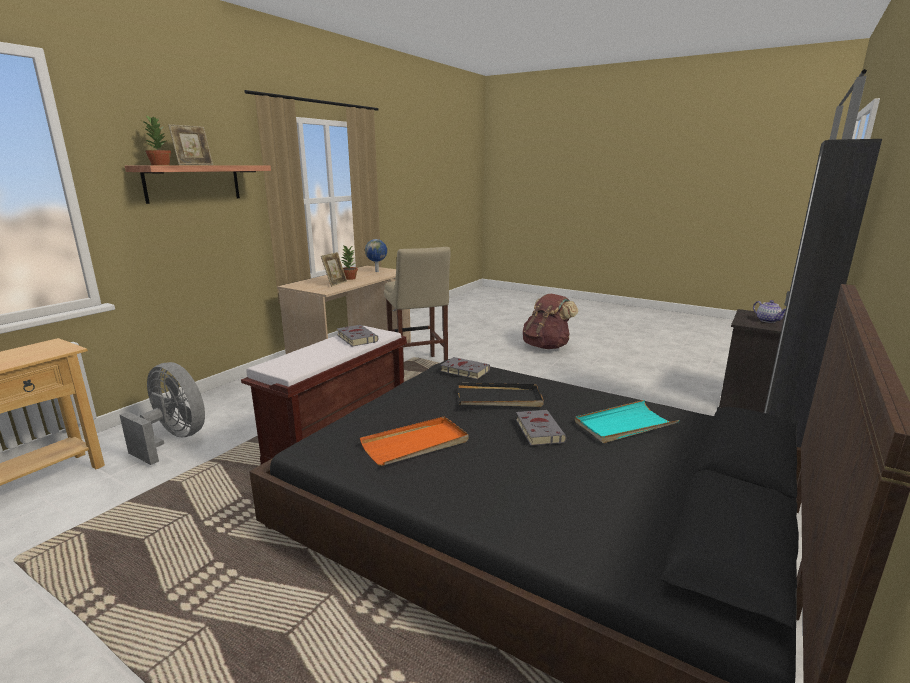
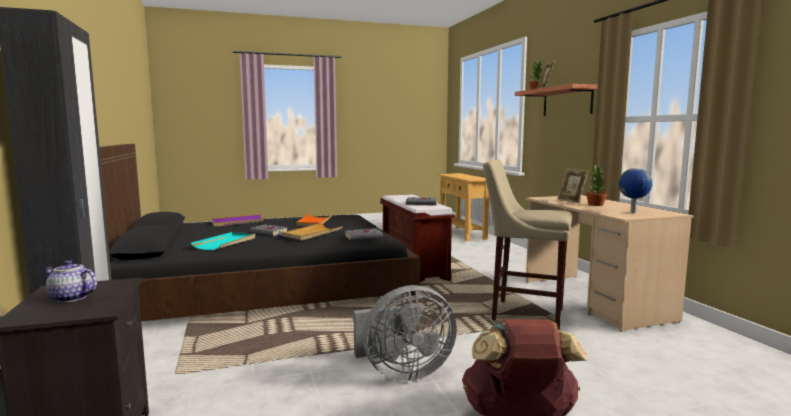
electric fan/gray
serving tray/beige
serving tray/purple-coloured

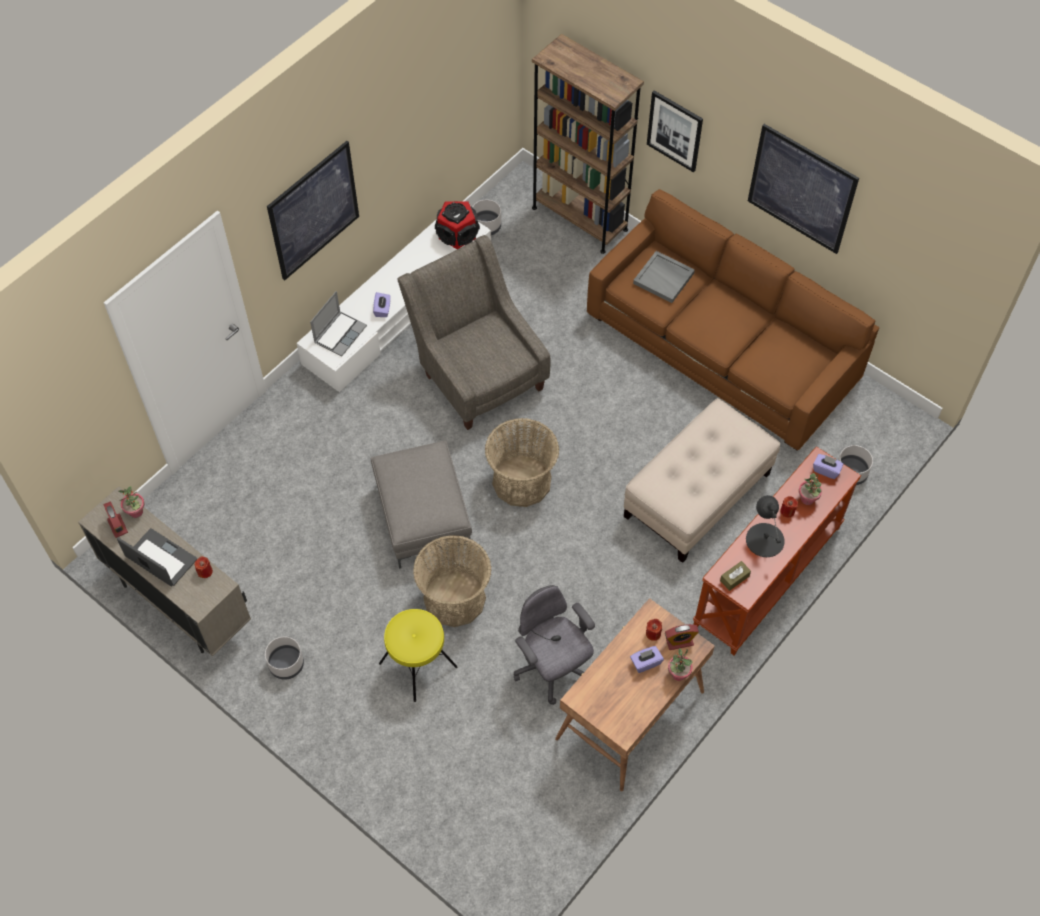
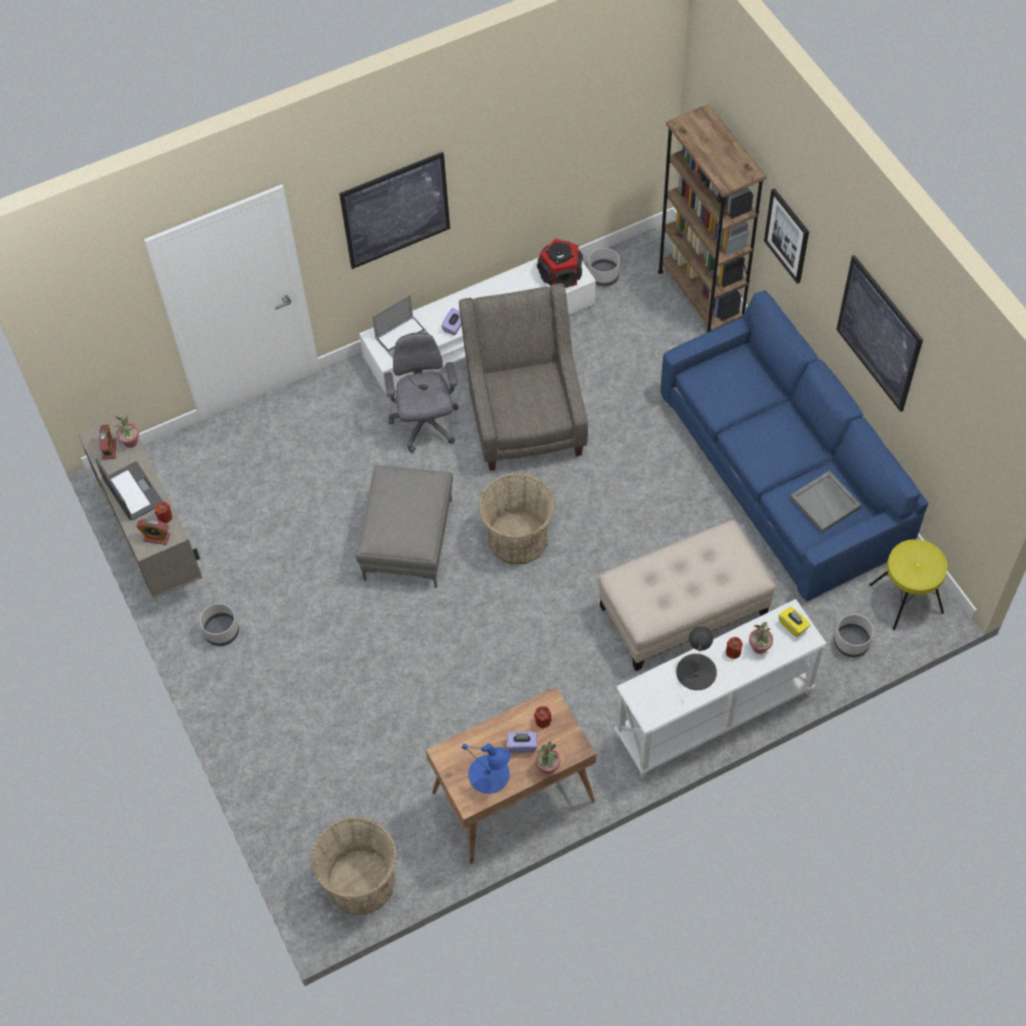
sofa/bluish
serving tray/gray
narrow table/white-coloured
tissue box/yellowish
household basket (1st from left)
tissue box/brownish
computer chair/gray
stool seat/yellowish
bedside clock (2nd from left)
tabletop lamp/bluish

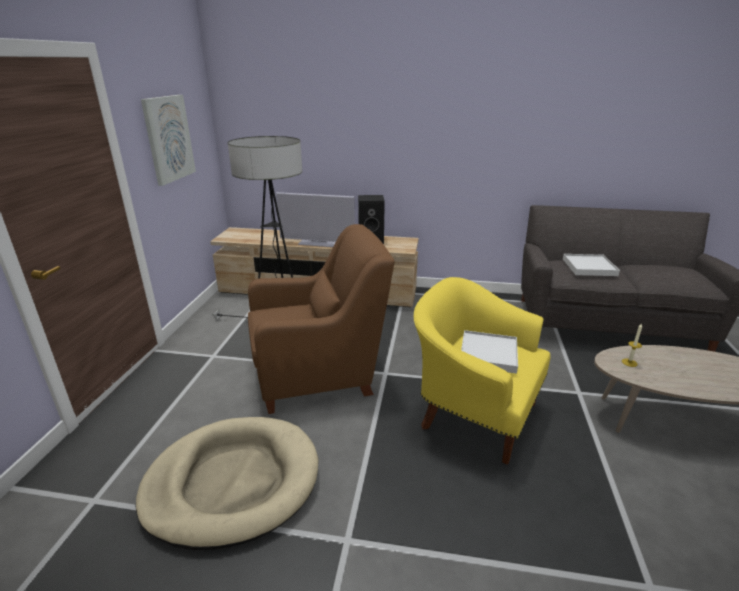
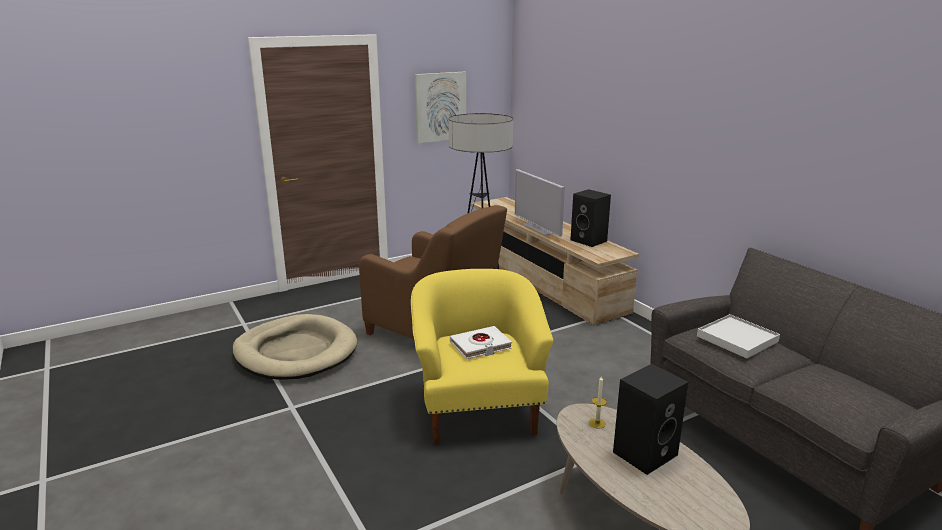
bound book/white-coloured
speaker/blackish (2nd from left)

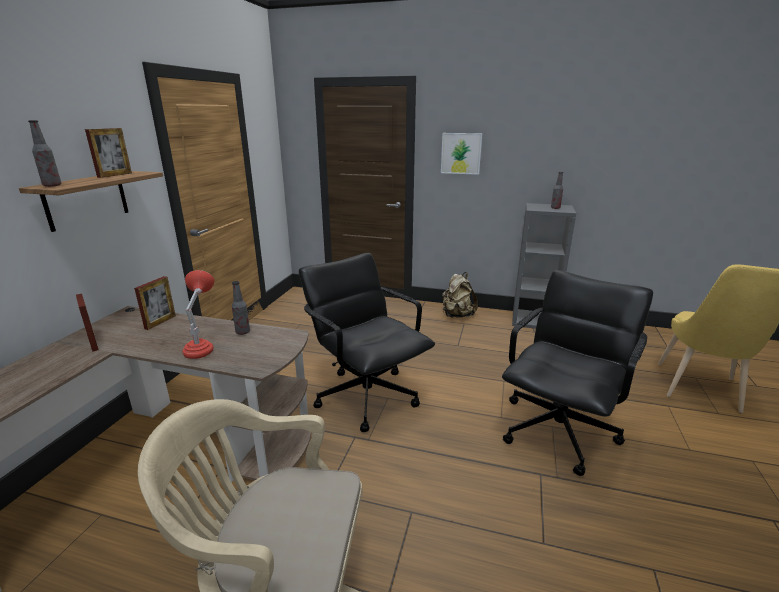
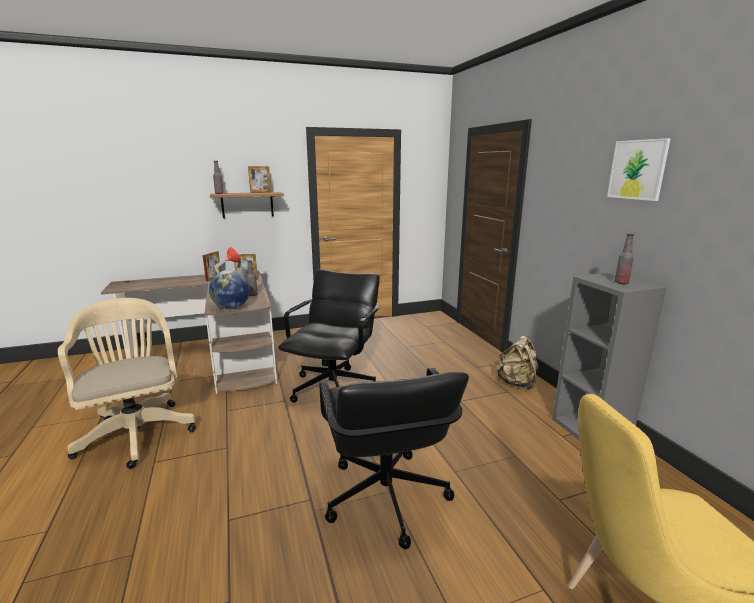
wall picture
computer chair/blackish (2nd from left)
desk globe

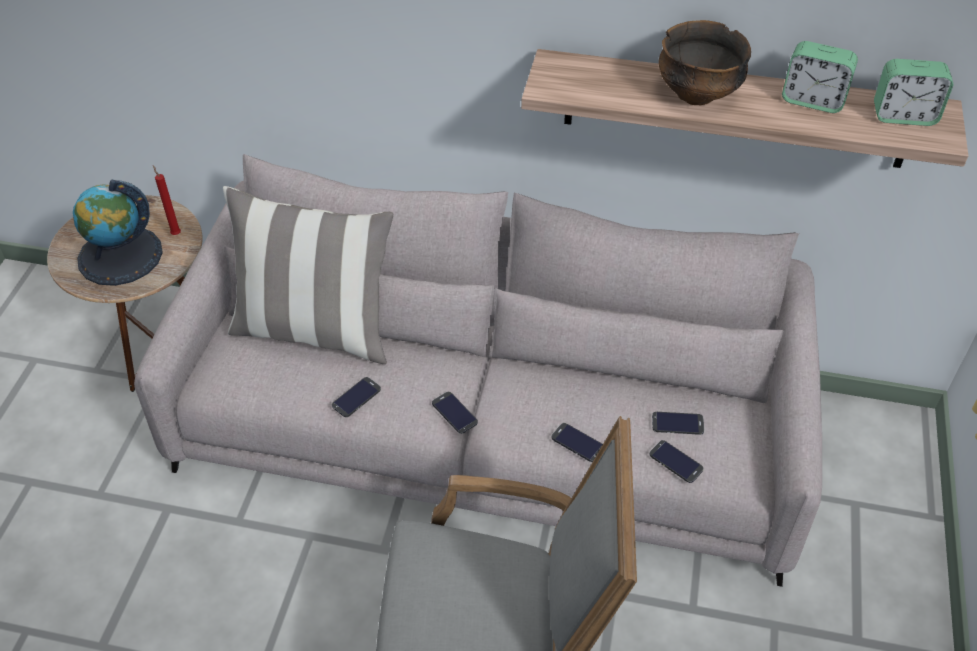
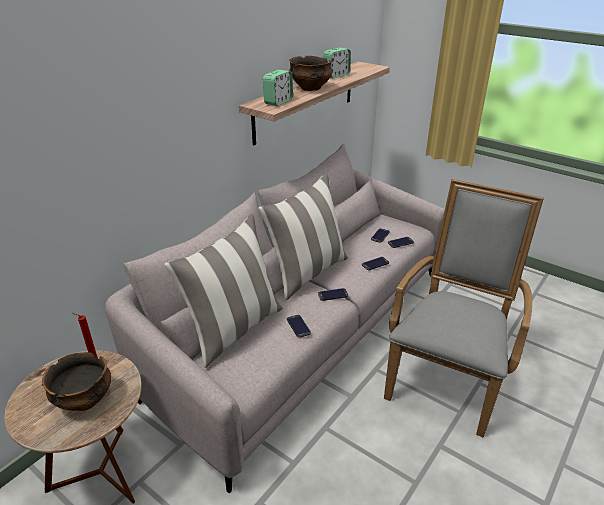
bedside clock (1st from left)
bowl (1st from left)
throw pillow (2nd from left)

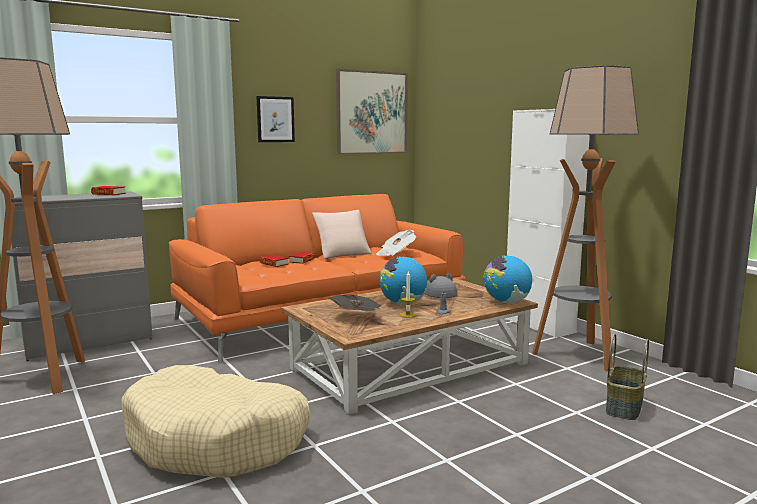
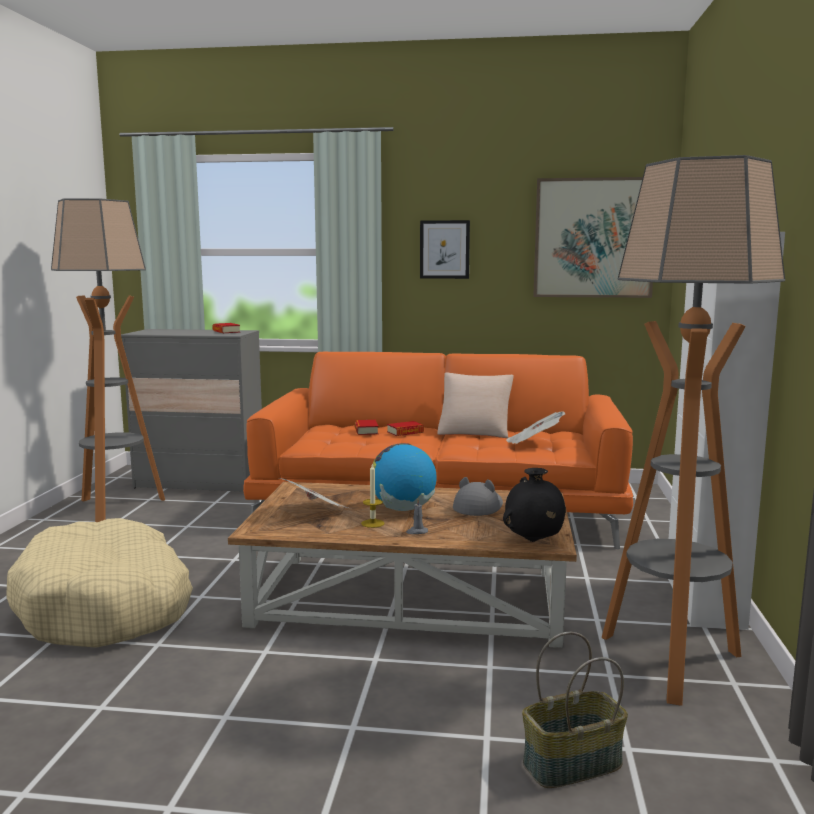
vase/blackish

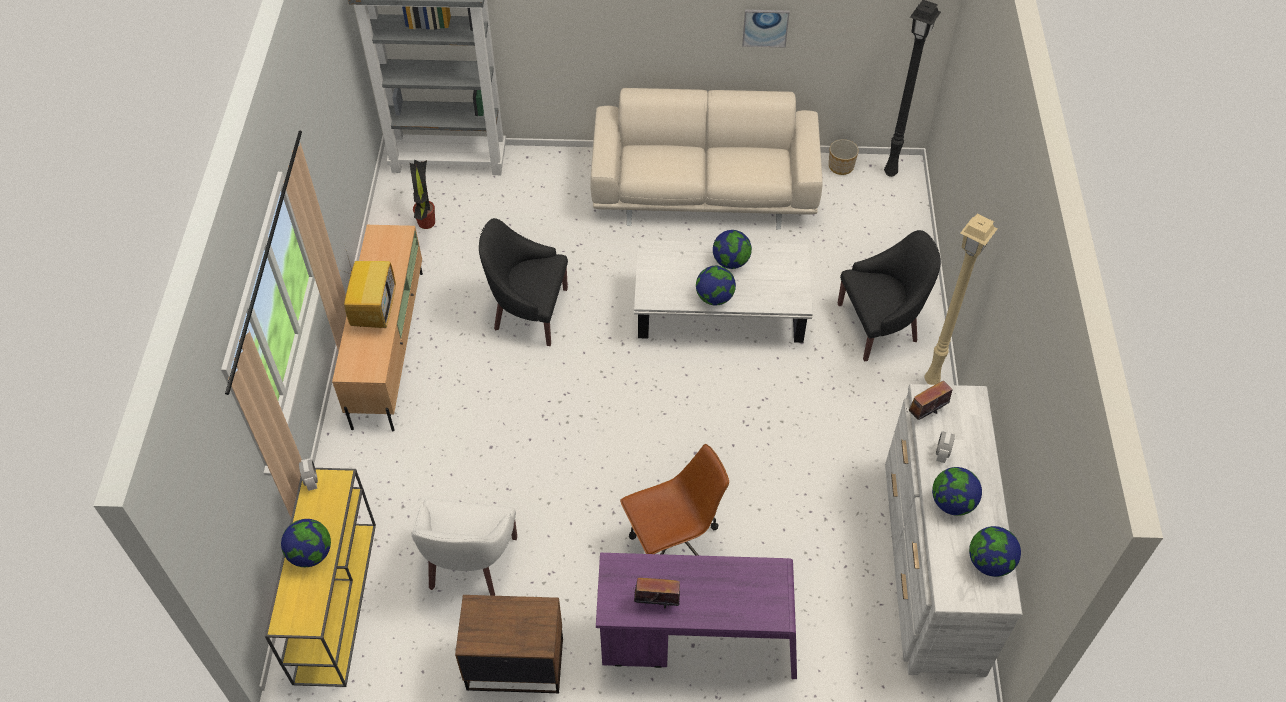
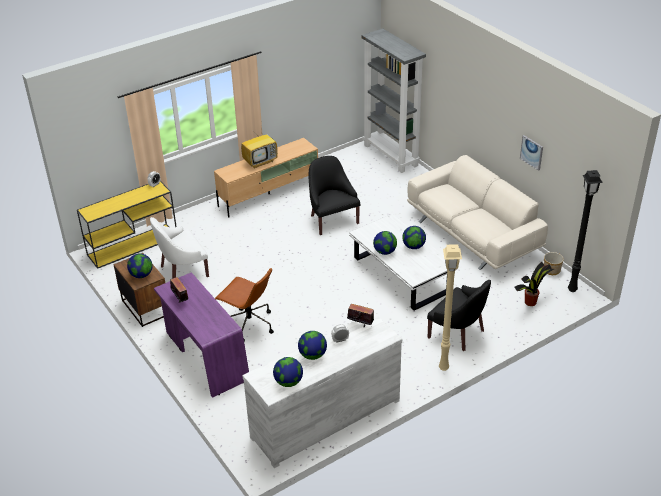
houseplant
desk globe (1st from left)

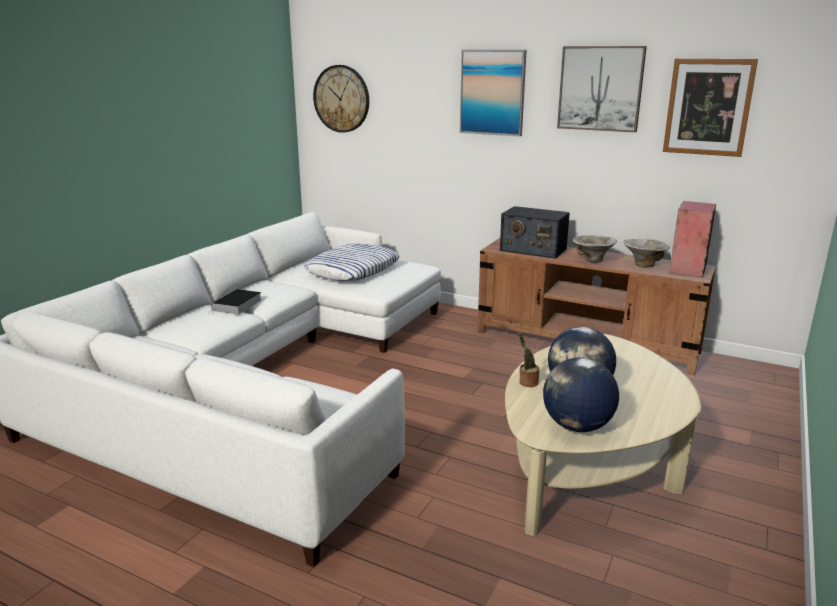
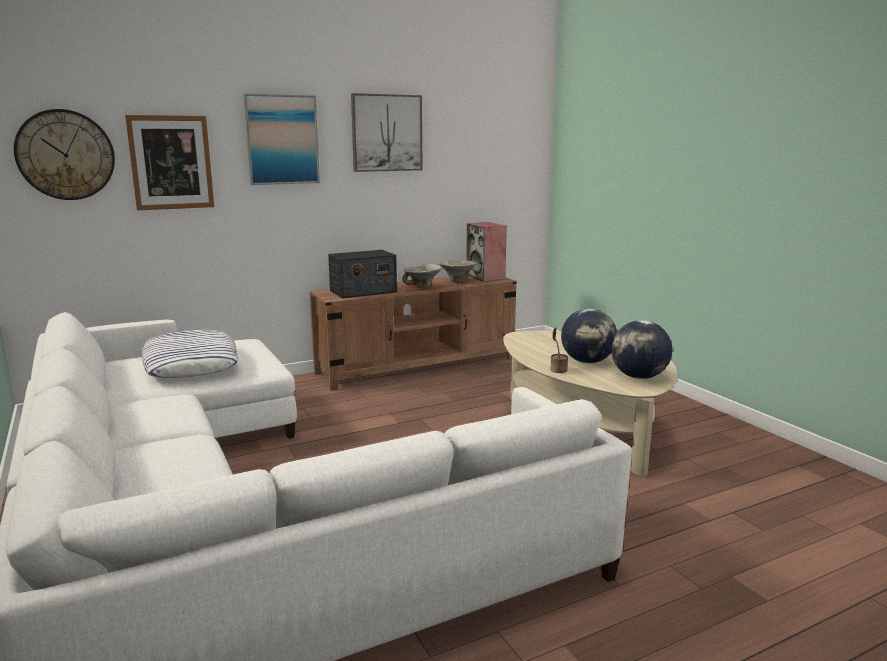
wall picture (1st from left)
bound book

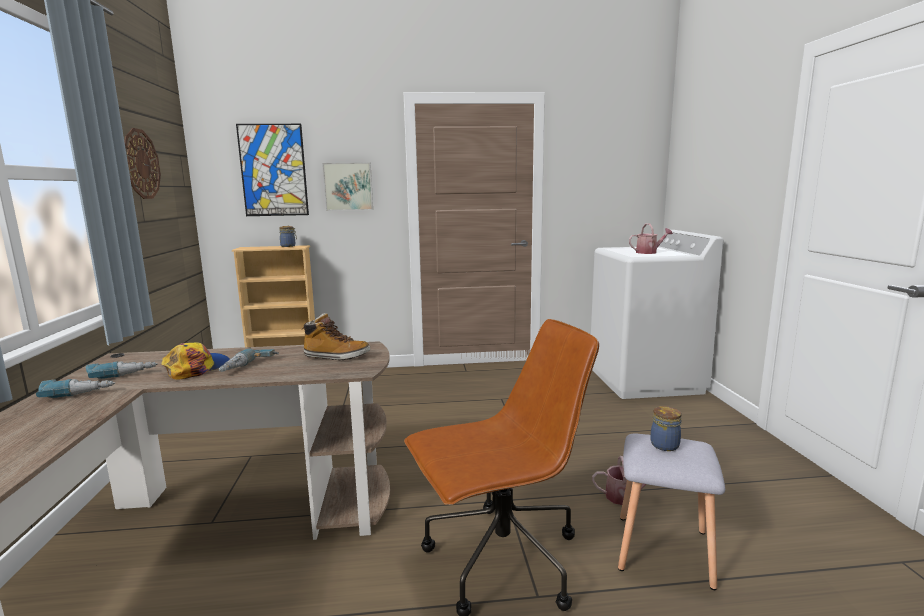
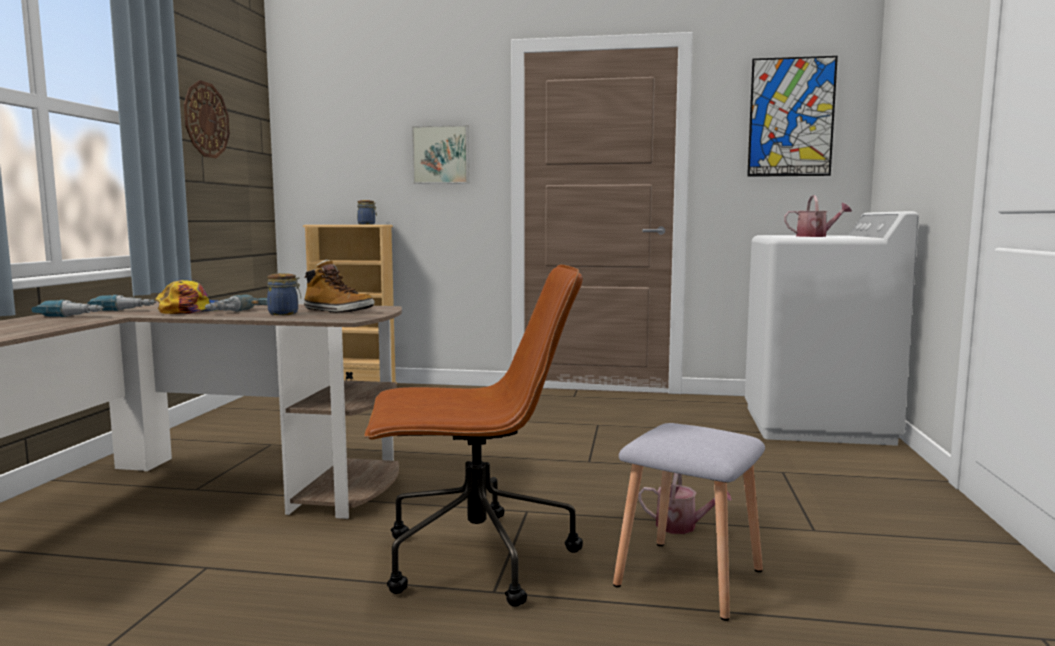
wall picture (2nd from left)
preserve jar (1st from left)

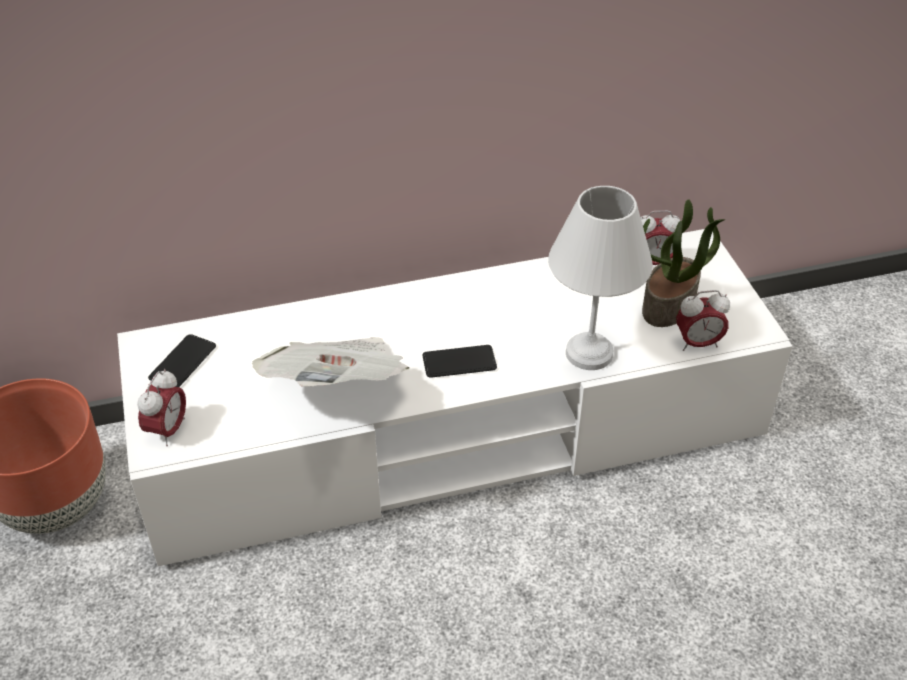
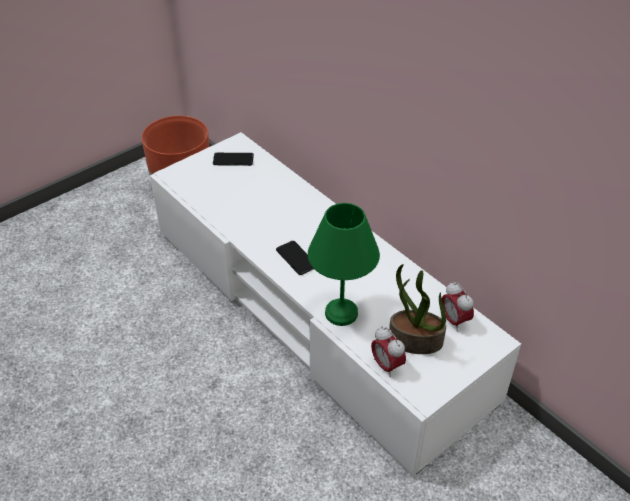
tabletop lamp/greenish
printed paper
bedside clock (1st from left in the first image)

